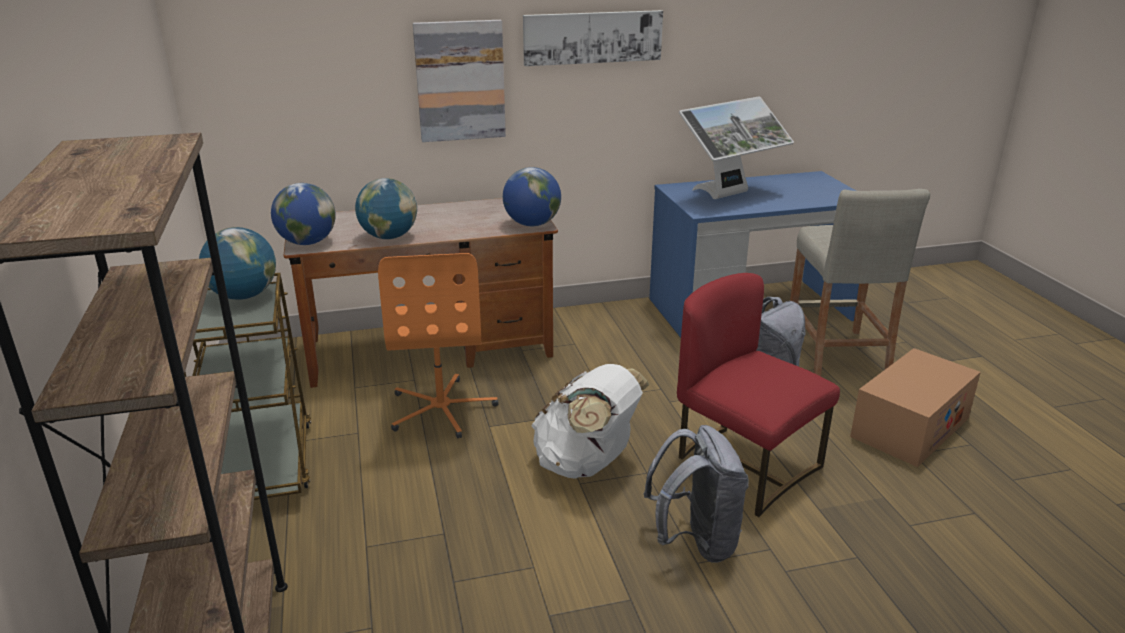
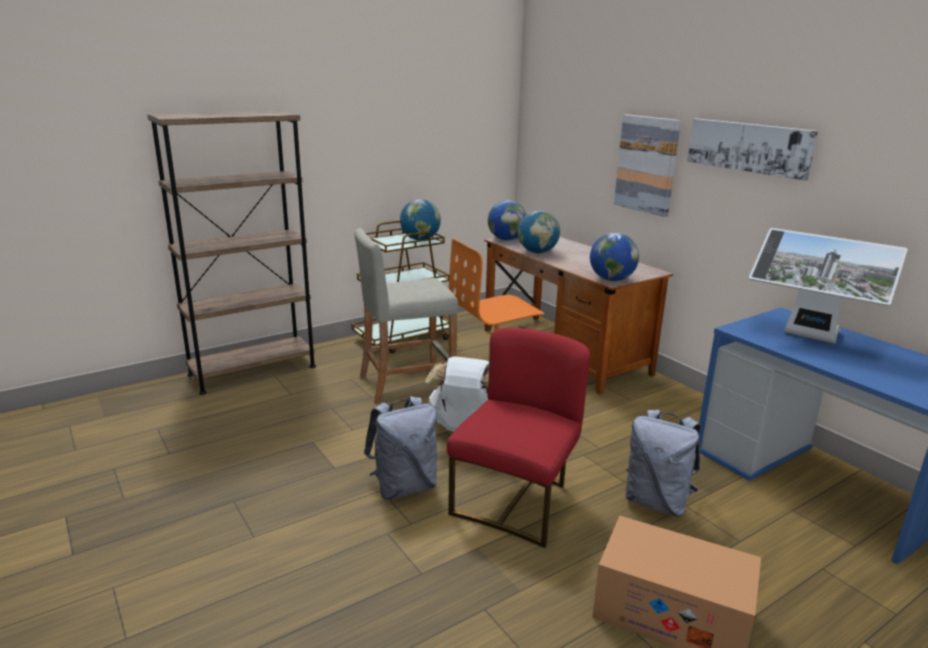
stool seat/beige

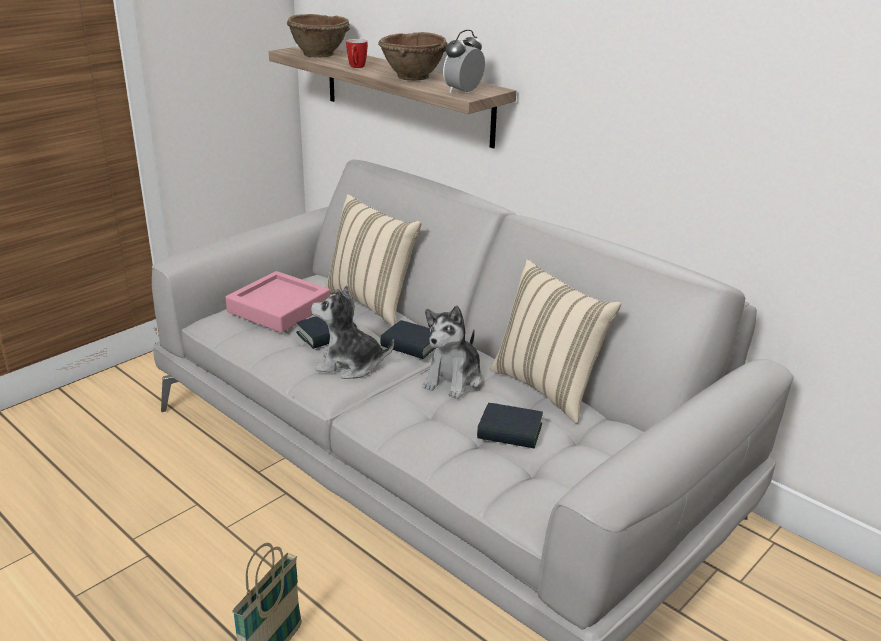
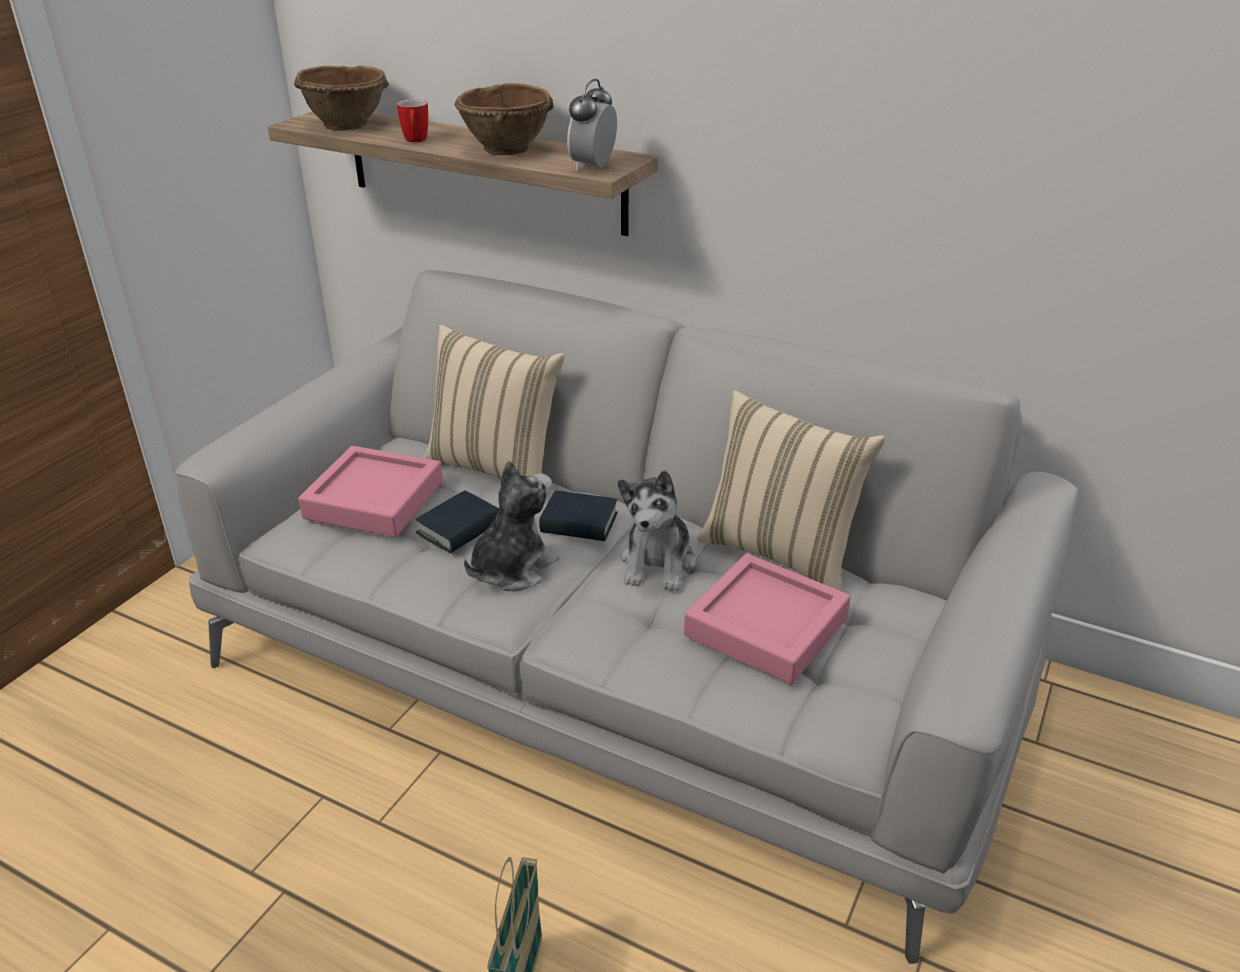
plush toy (1st from left)
serving tray/pinkish (2nd from left)

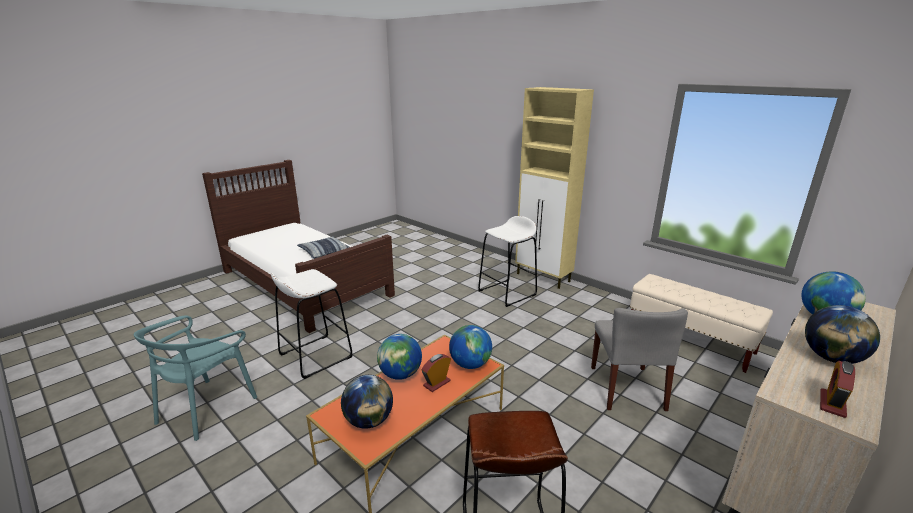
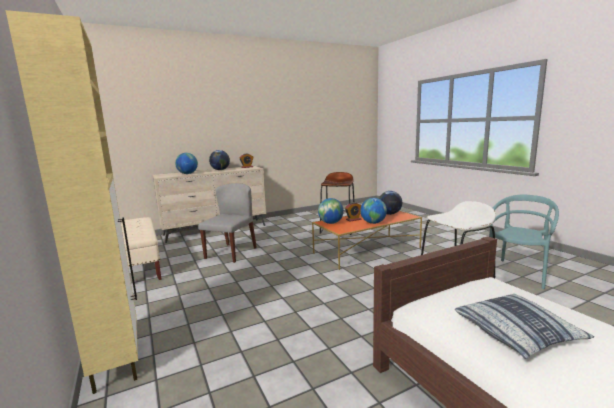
stool seat/white-coloured (2nd from left in the first image)

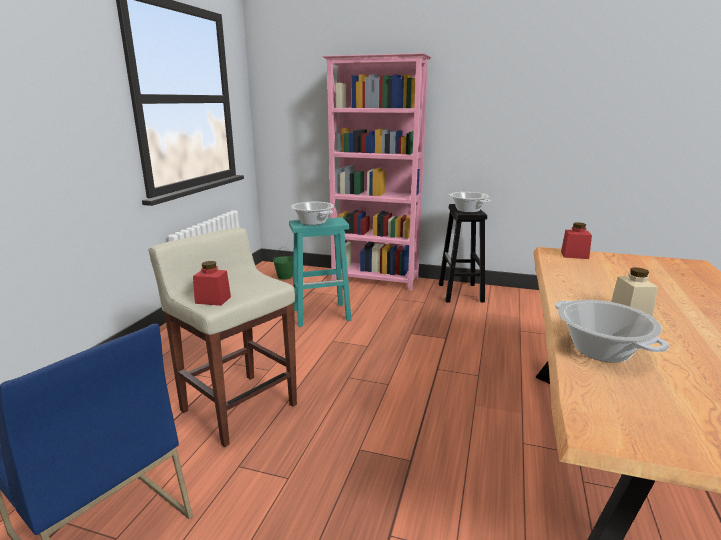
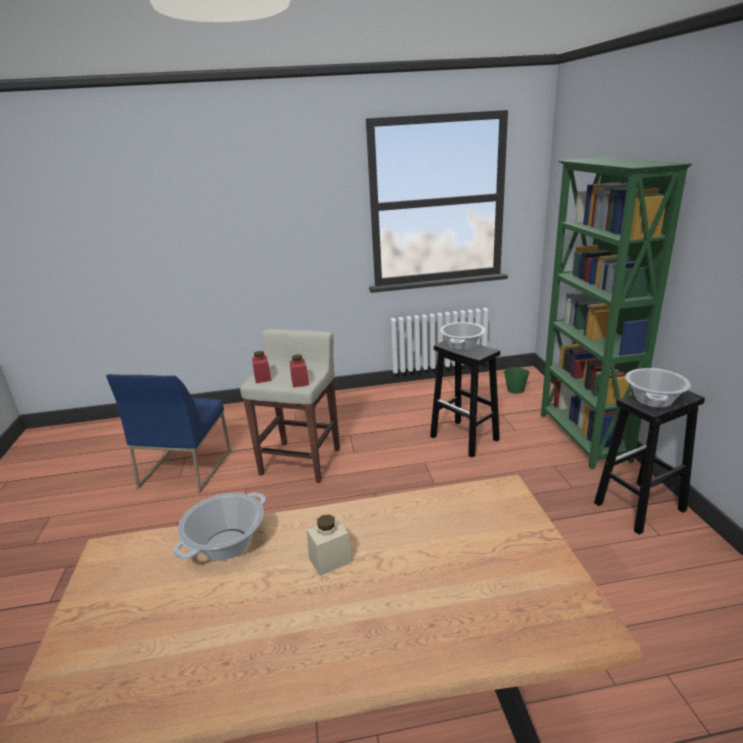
shelving unit/greenish
stool seat/blackish (1st from left)
preserve jar/red (2nd from left)

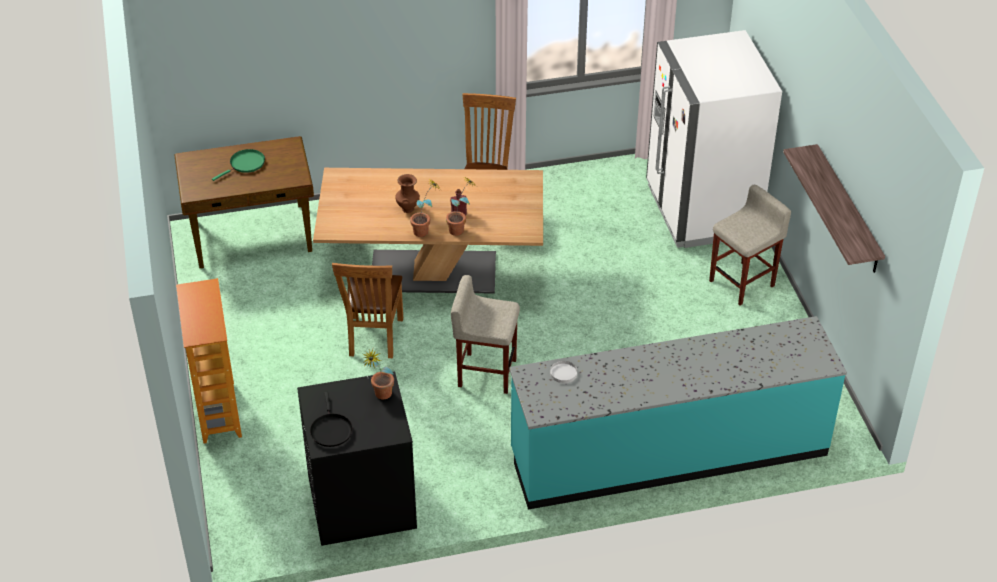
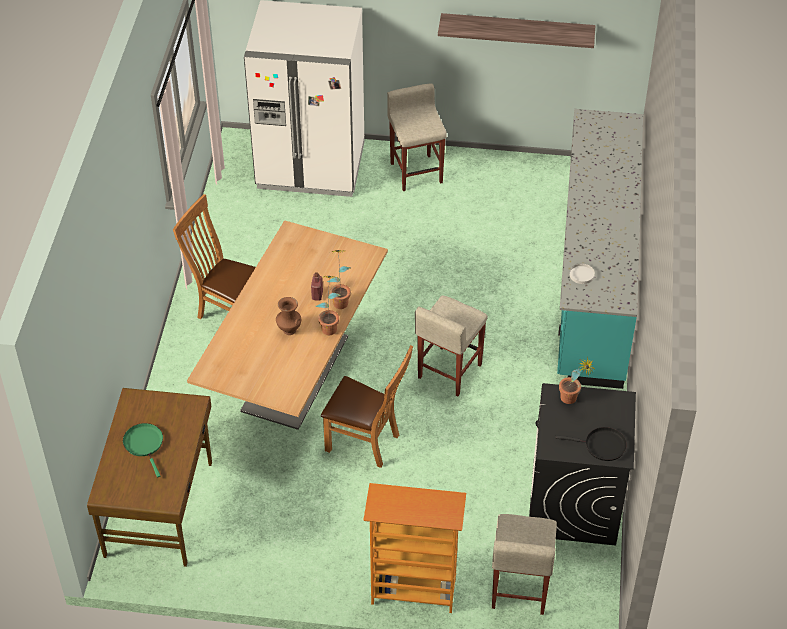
stool seat/beige (3rd from left)

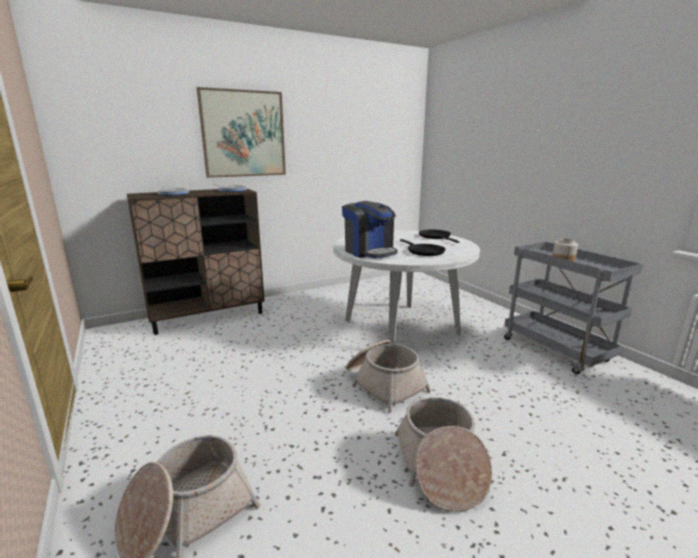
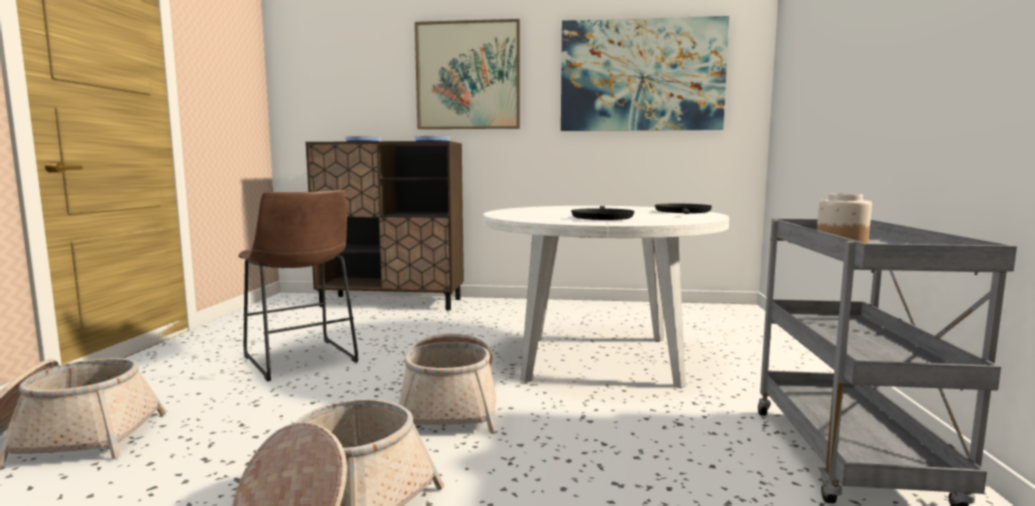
coffee brewer
wall picture (2nd from left)
stool seat/brownish

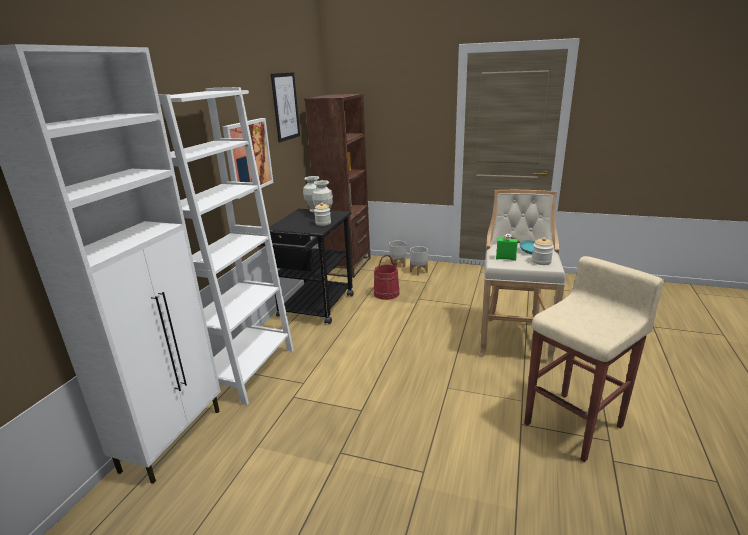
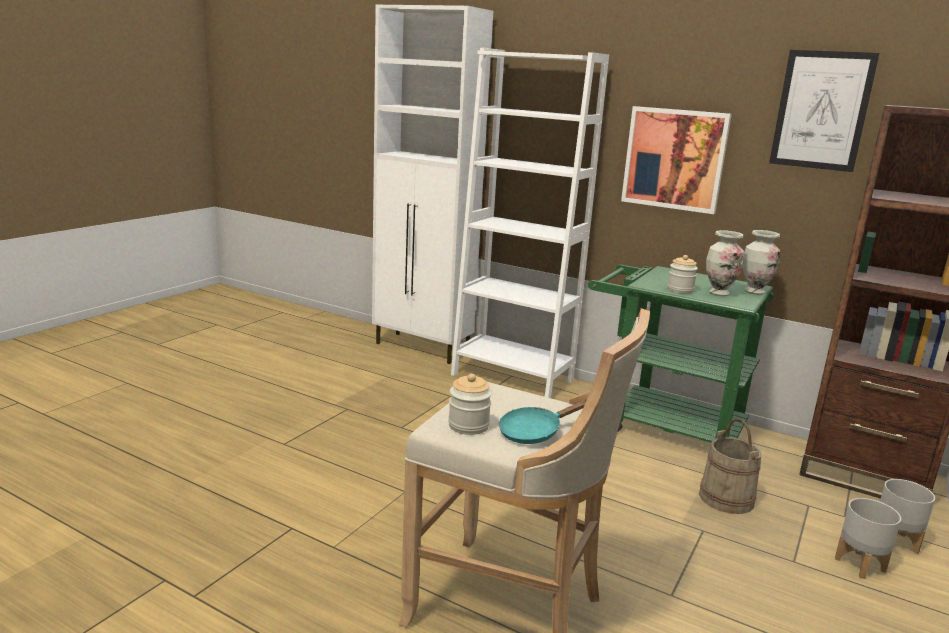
wheeled cart/greenish
drink bottle/greenish
water bucket/beige
stool seat/beige (2nd from left in the first image)

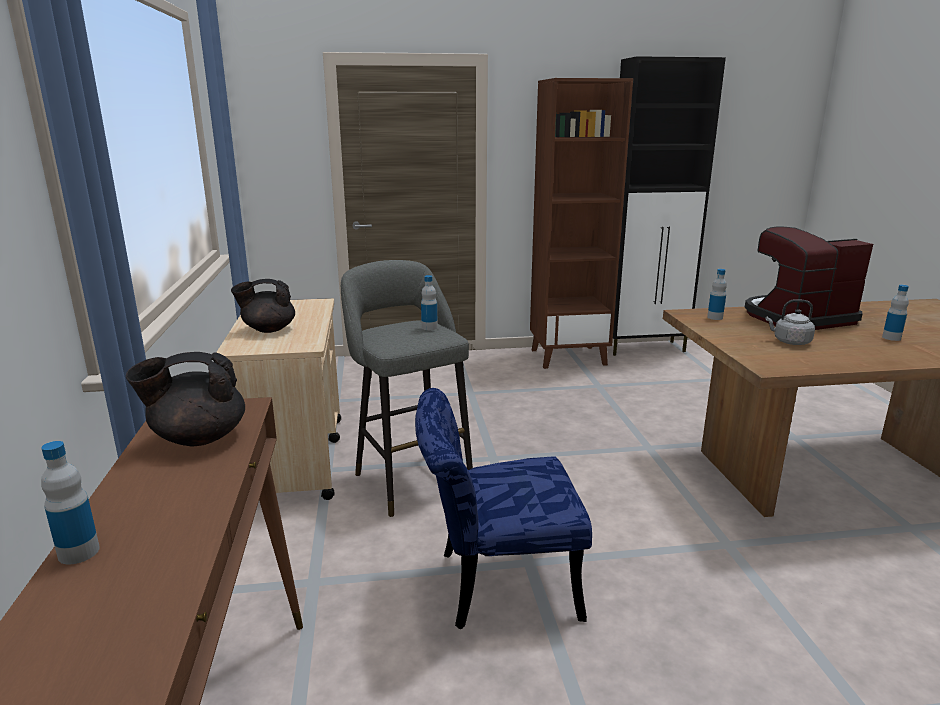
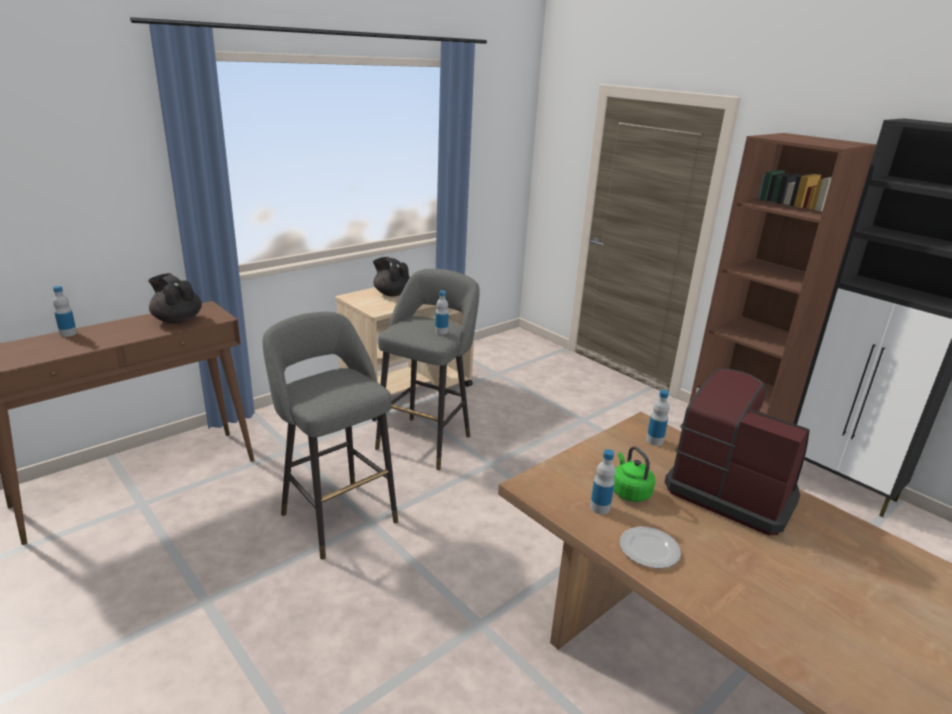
drink bottle (3rd from left)
kettle/greenish
stool seat/gray (1st from left)
flat dish

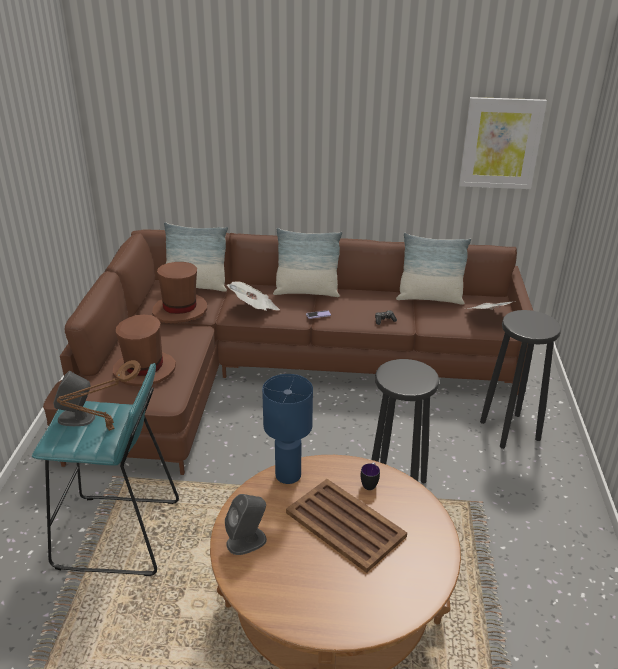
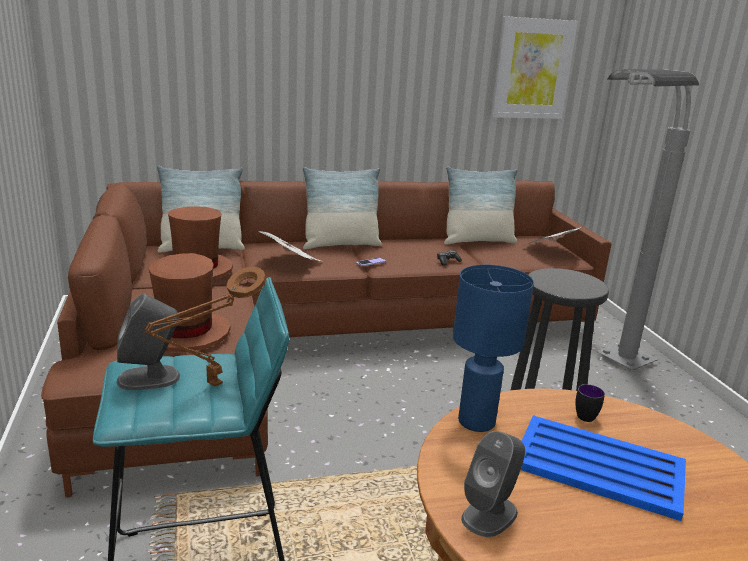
floor lamp/gray
serving tray/bluish

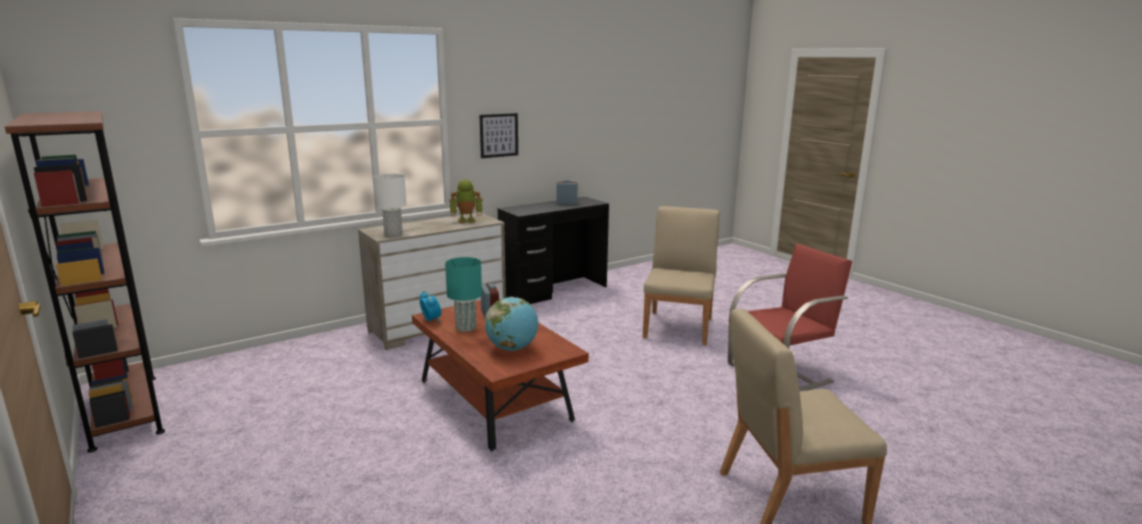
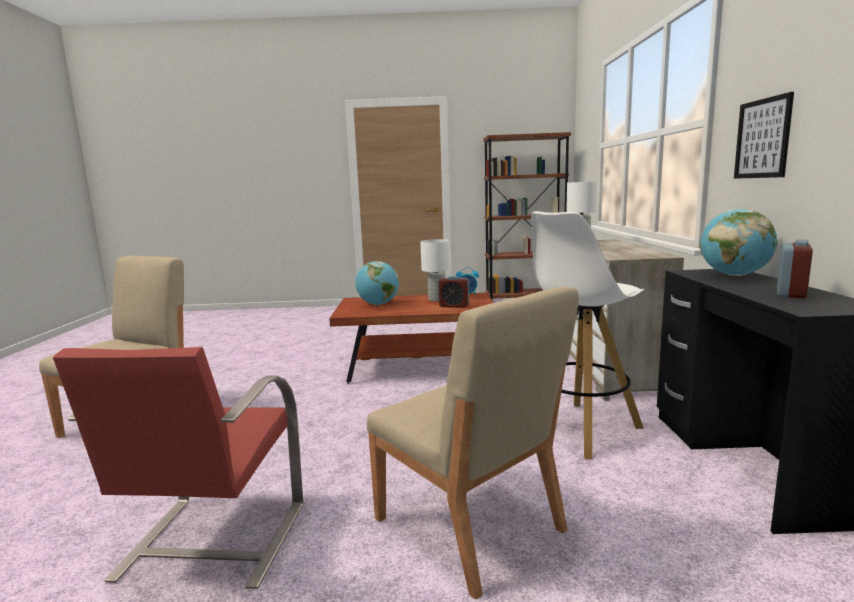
robot figure
tabletop lamp/white-coloured (1st from left)
desk globe (2nd from left)
stool seat/white-coloured

